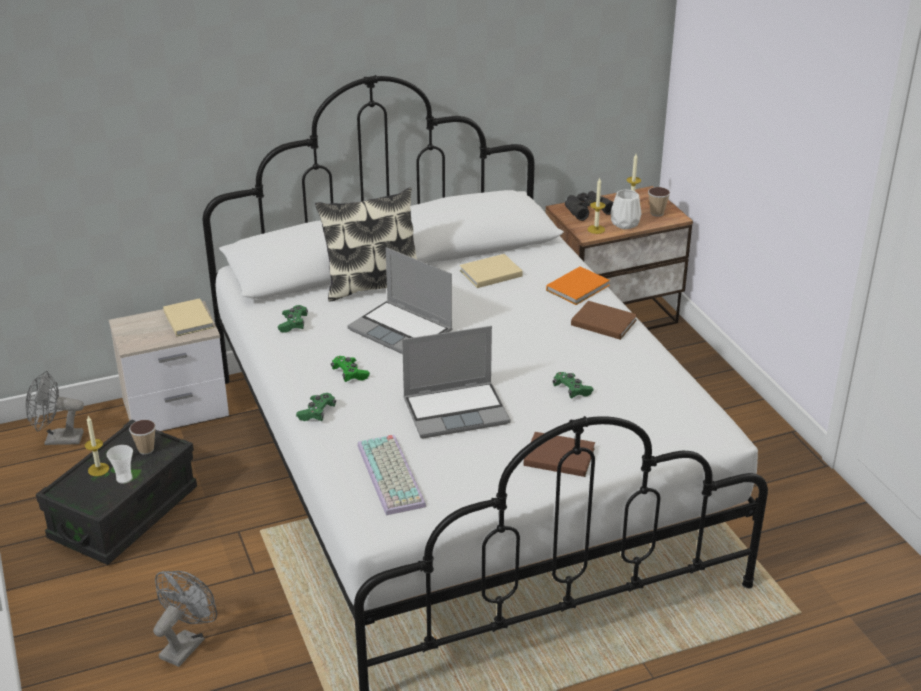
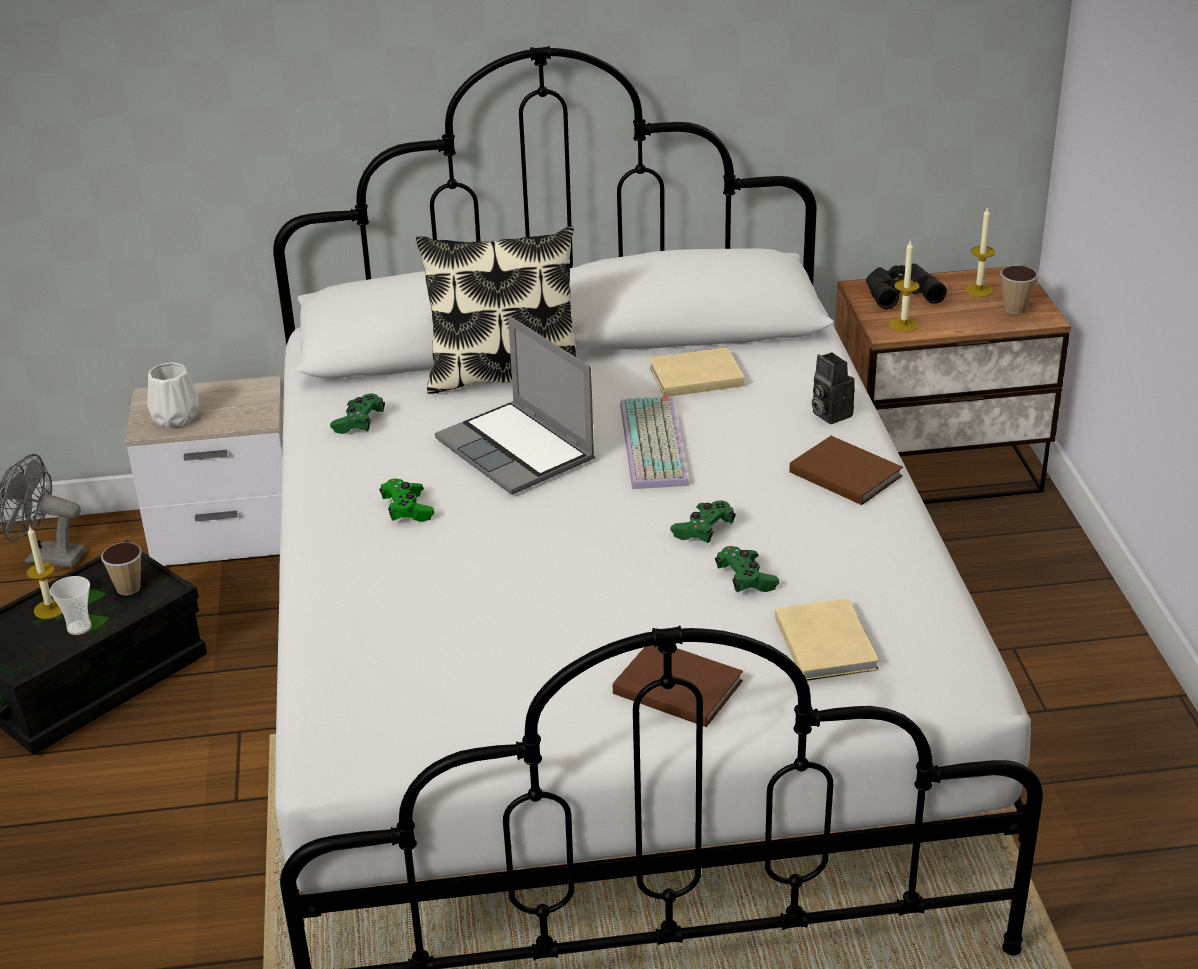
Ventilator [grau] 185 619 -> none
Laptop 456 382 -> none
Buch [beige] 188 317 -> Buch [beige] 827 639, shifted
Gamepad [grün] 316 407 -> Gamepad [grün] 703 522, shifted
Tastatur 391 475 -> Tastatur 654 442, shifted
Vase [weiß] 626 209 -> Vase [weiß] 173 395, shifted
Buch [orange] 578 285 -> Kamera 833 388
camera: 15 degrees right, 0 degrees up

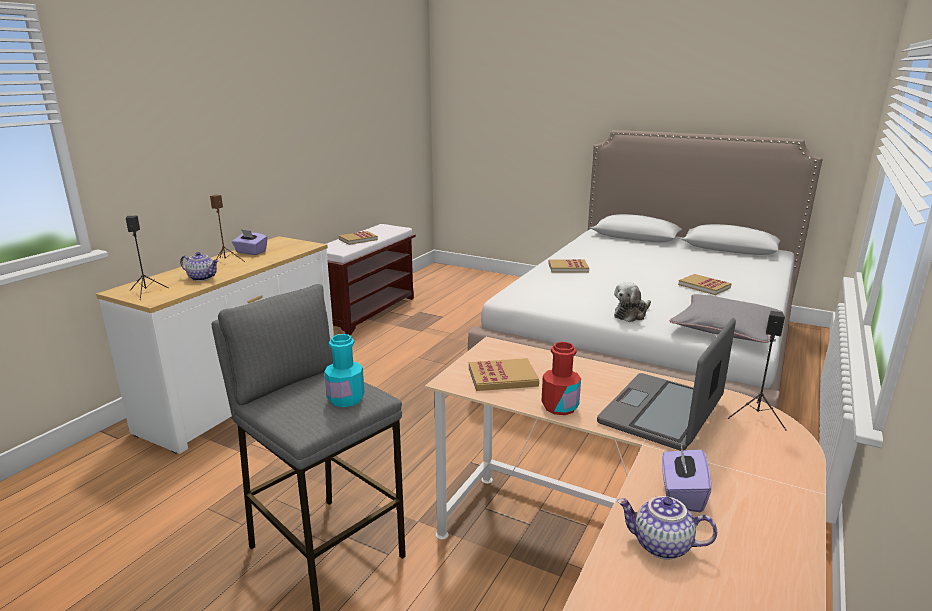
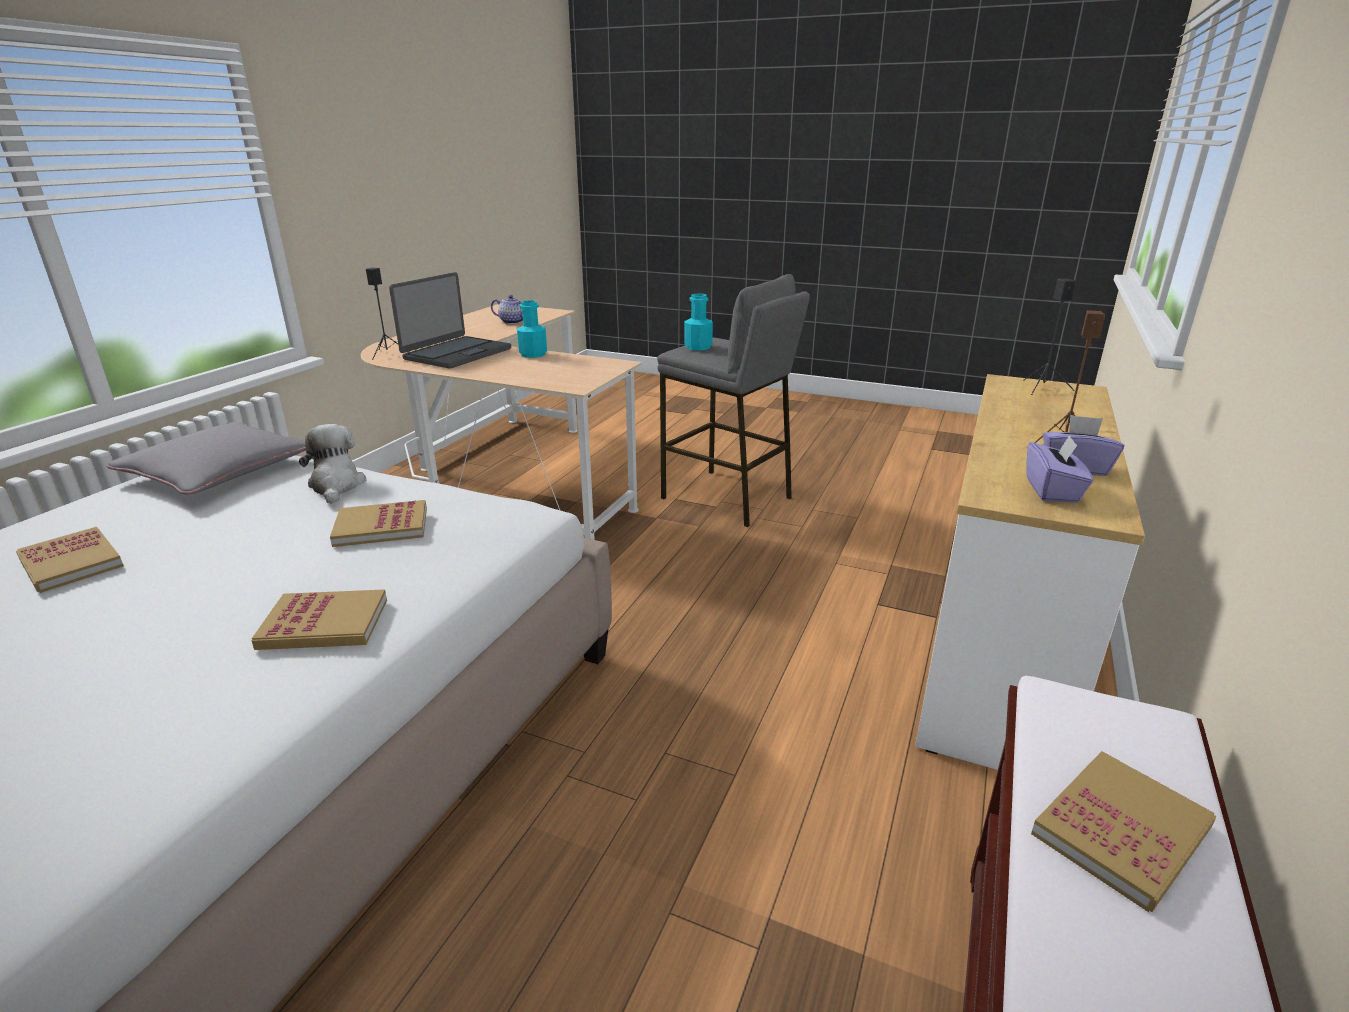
Teekanne 199 266 -> none
Buch 504 374 -> Buch 378 523, shifted
Taschentuchbox [lila] 686 478 -> Taschentuchbox [lila] 1059 469, shifted
Flasche [rot] 561 378 -> Flasche [türkis] 532 329
Plüschtier 632 302 -> Plüschtier 332 464, 60 degrees counterclockwise
camera: 175 degrees right, 5 degrees up

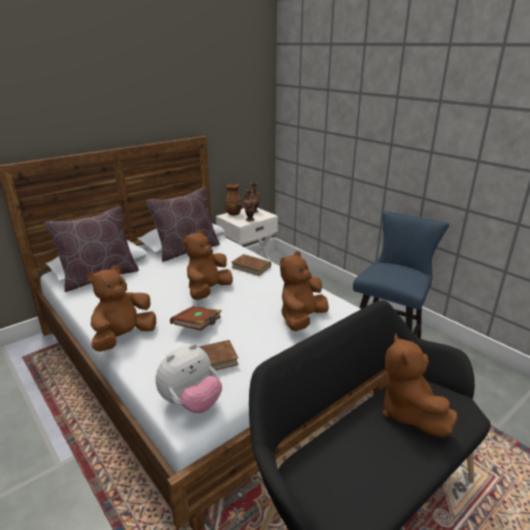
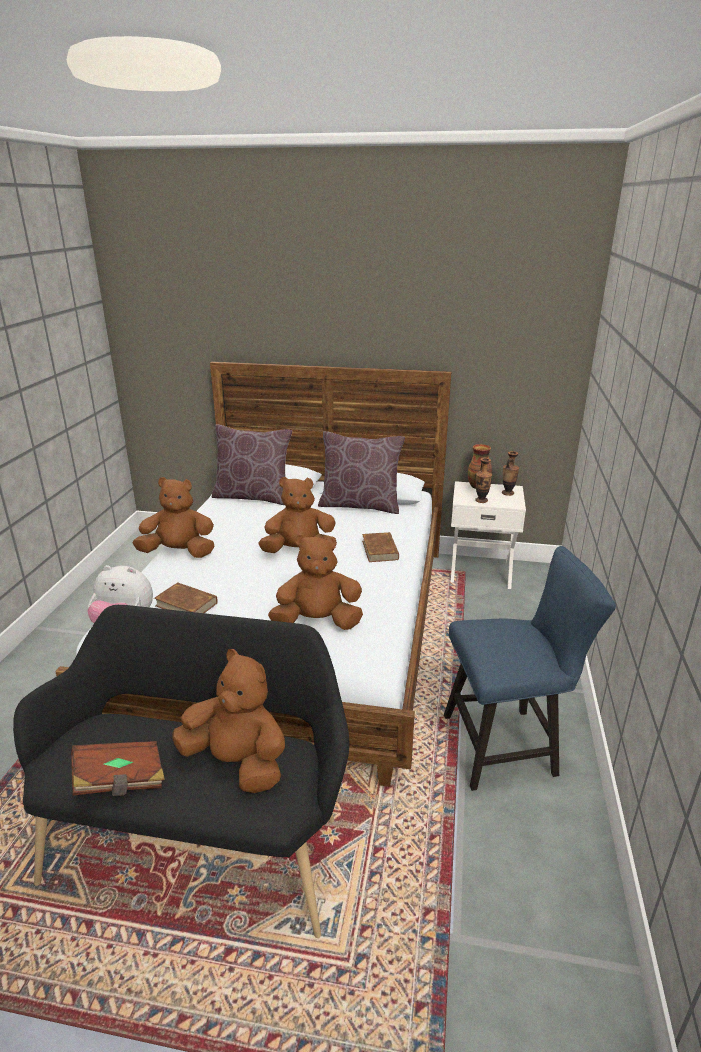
Buch [braun] 196 318 -> Buch [braun] 118 768, shifted
Plüschtier [braun] 420 386 -> Plüschtier [braun] 229 721, 75 degrees clockwise
camera: 50 degrees right, 0 degrees up

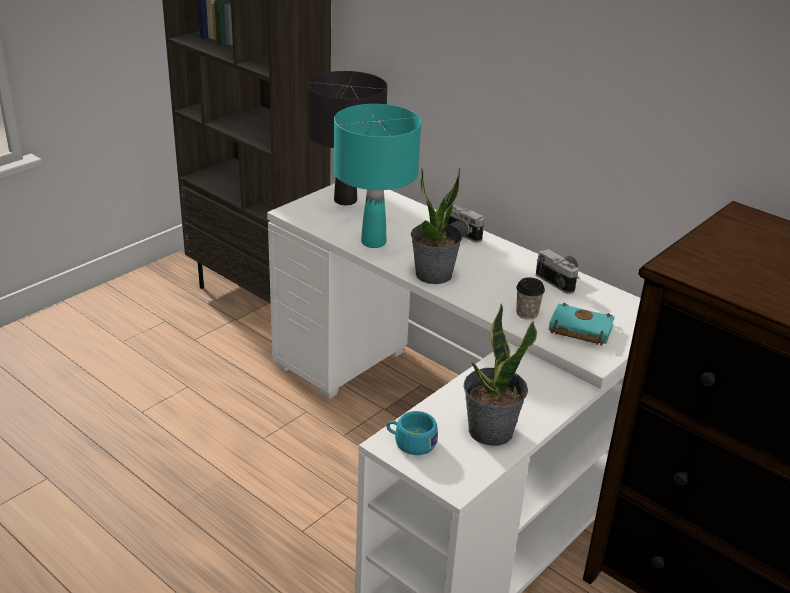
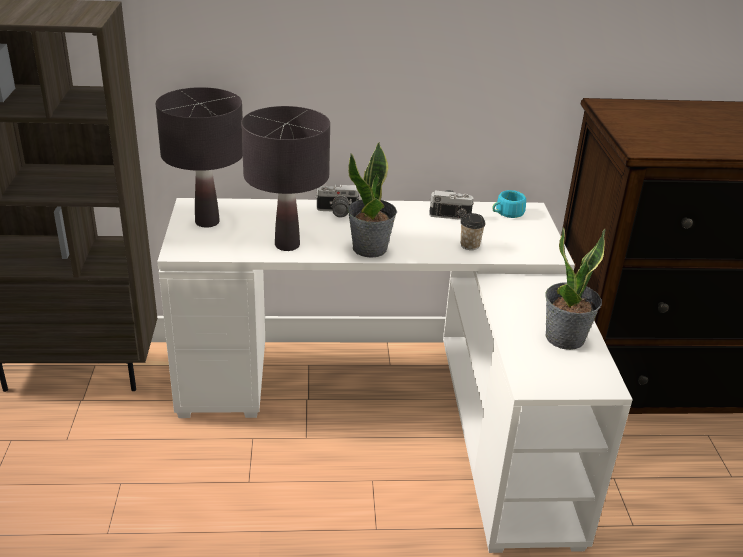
Buch [türkis] 582 324 -> none
Tasse [türkis] 412 433 -> Tasse [türkis] 509 204, shifted
Tischlampe [türkis] 377 176 -> Tischlampe [schwarz] 285 178
camera: 45 degrees left, 0 degrees up

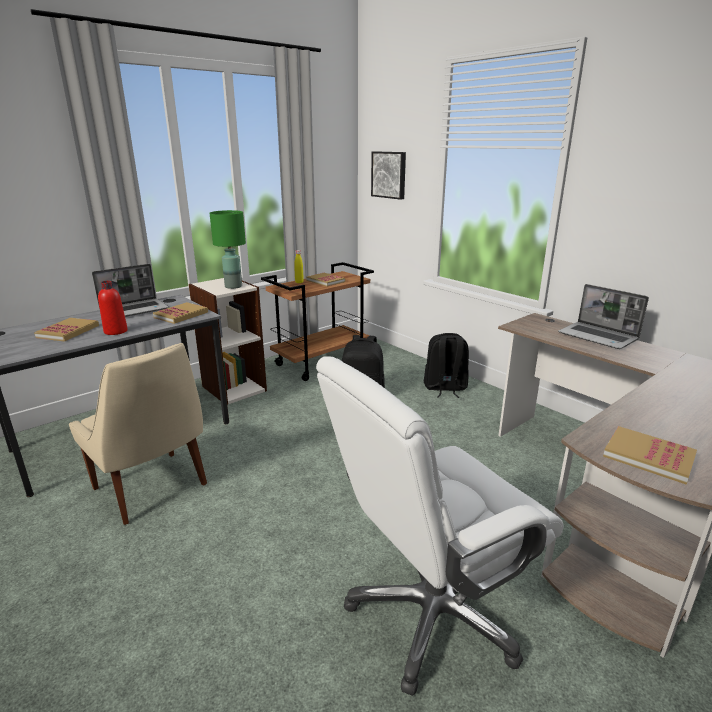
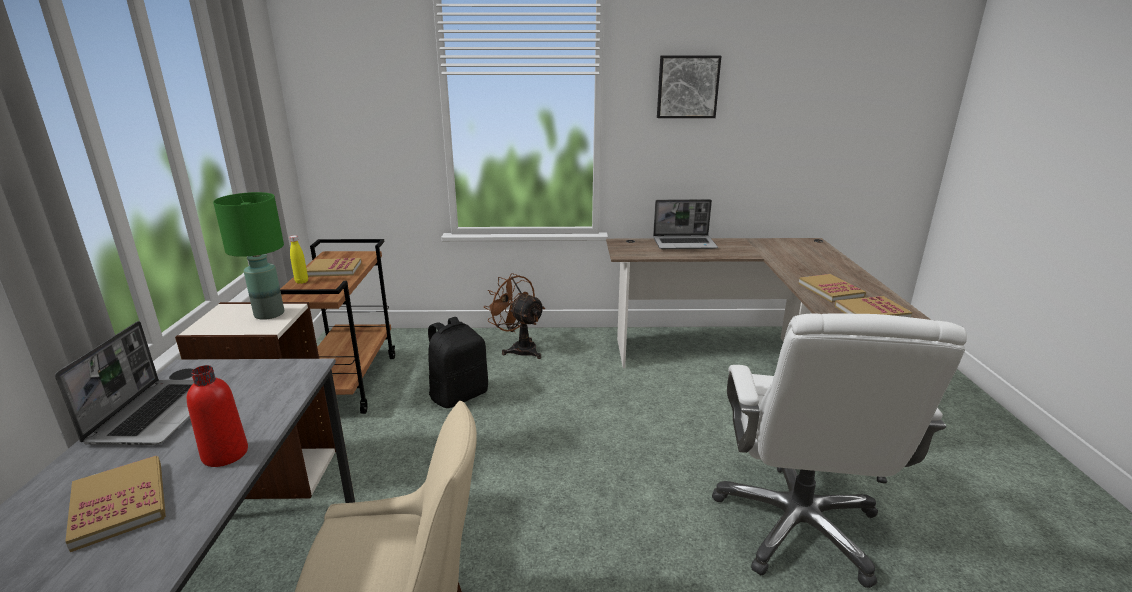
Buch 180 313 -> Buch 832 288, shifted
Bild 388 175 -> Bild 689 87, shifted
Rucksack [schwarz] 446 365 -> Ventilator [braun] 514 316
camera: 50 degrees left, 0 degrees up

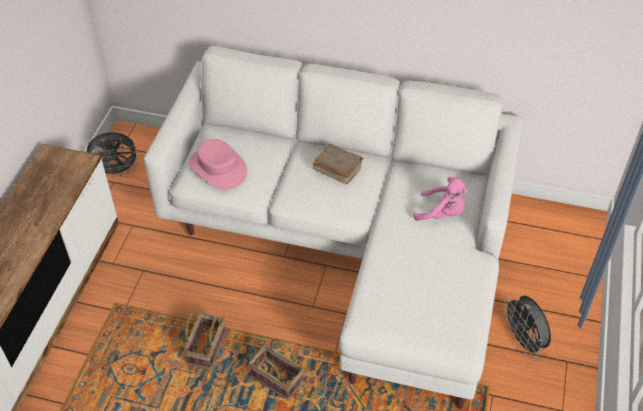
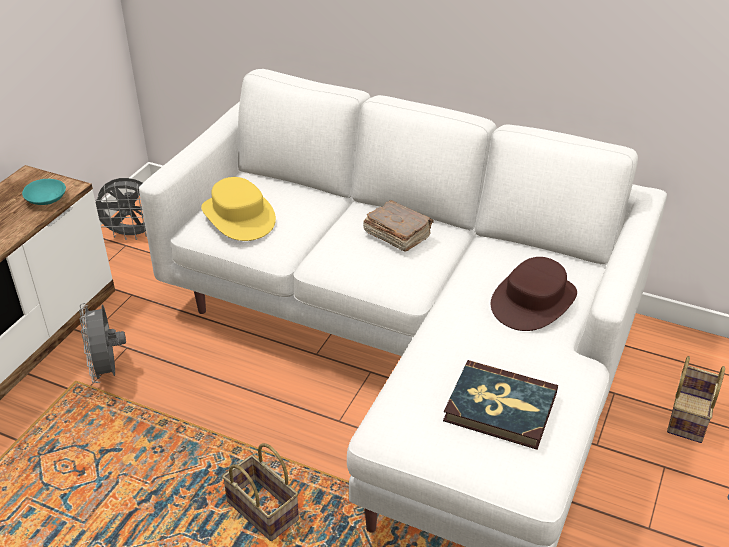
none -> Schüssel [türkis] 44 192
none -> Buch 500 405
Korb 205 340 -> Korb 696 399, shifted
Ventilator [grau] 527 326 -> Ventilator [grau] 102 343, shifted
Plüschtier [rosa] 440 198 -> Hut [braun] 534 294
Hut [rosa] 218 164 -> Hut [gelb] 238 209
camera: 10 degrees right, 10 degrees down

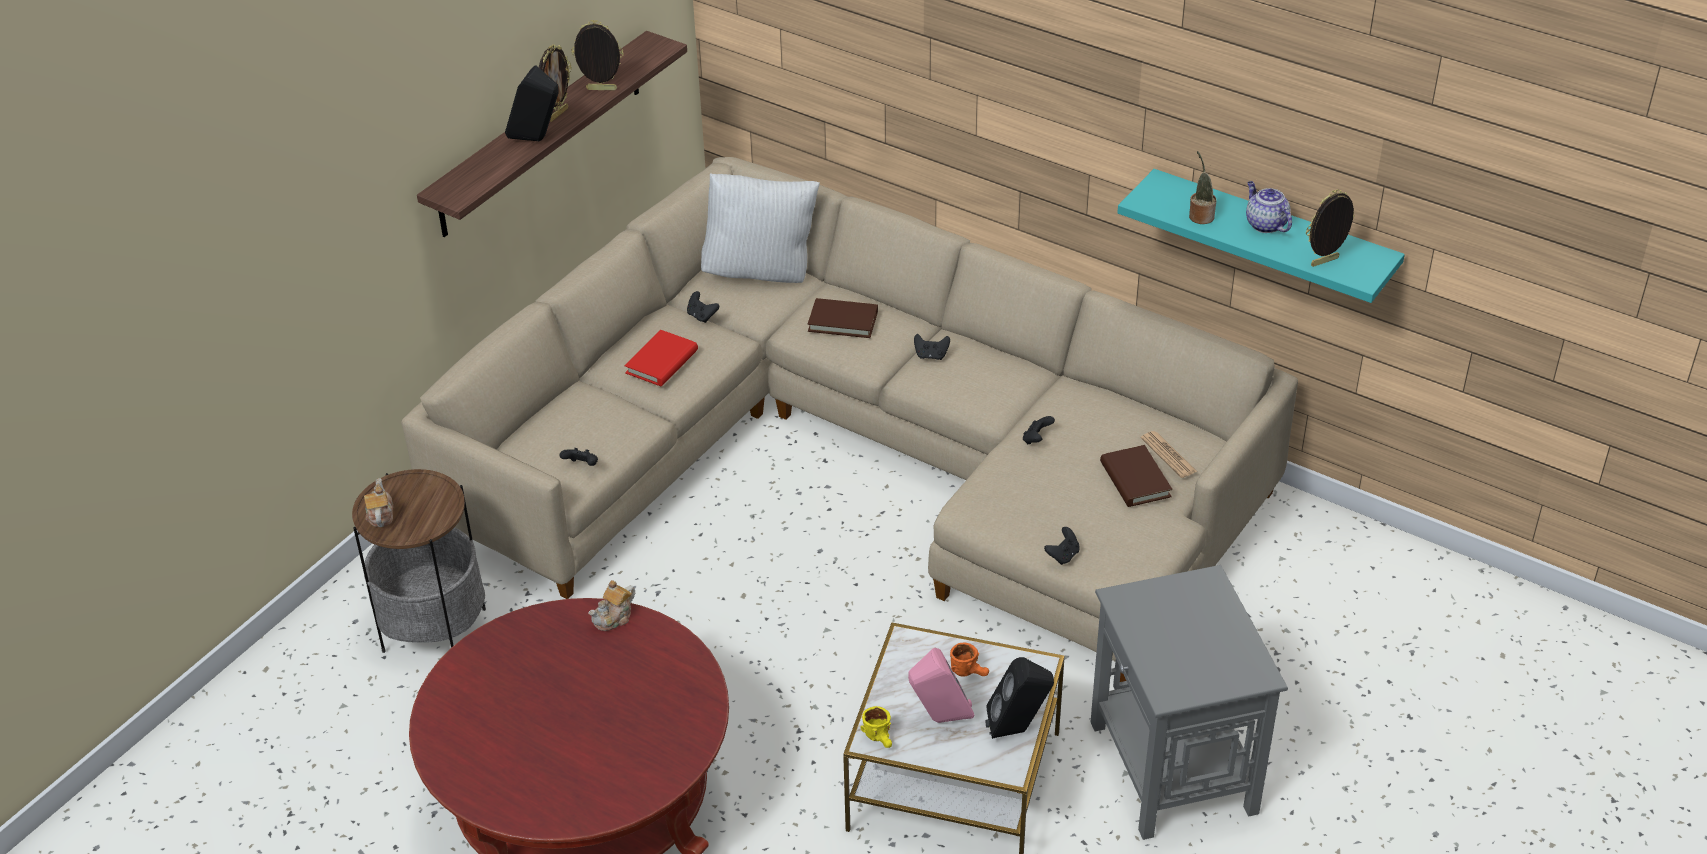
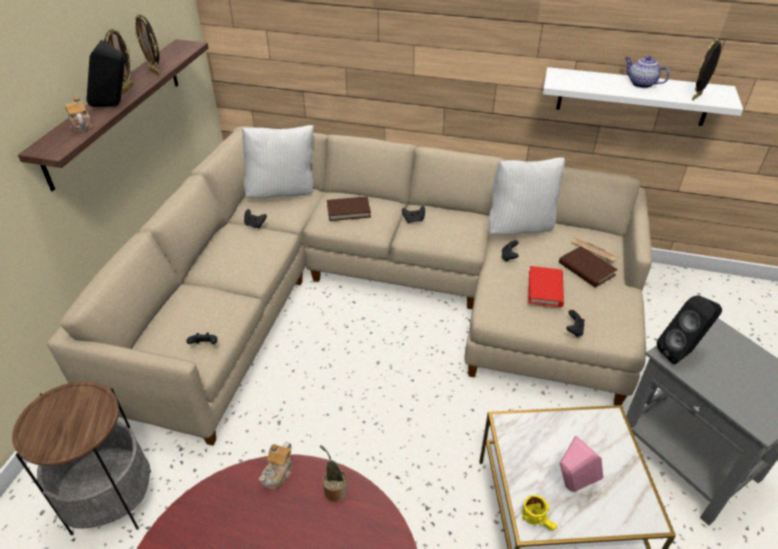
Henkelbecher [orange] 969 660 -> none
none -> Kissen [weiß] 526 196
Teekanne 378 502 -> Teekanne 78 114, shifted
Buch [rot] 661 358 -> Buch [rot] 546 286, shifted
Lautsprecher [schwarz] 1019 698 -> Lautsprecher [schwarz] 689 329, shifted
Topfpflanze 1202 187 -> Topfpflanze 334 473, shifted
Wandregal [türkis] 1261 236 -> Wandregal [weiß] 643 96
Bilderrahmen 598 55 -> Bilderrahmen 147 44, 120 degrees counterclockwise
camera: 20 degrees left, 0 degrees up

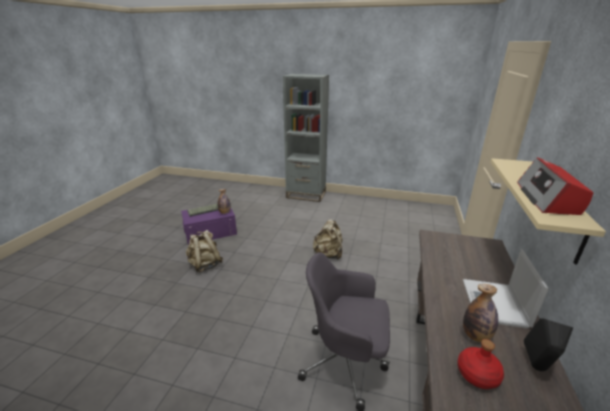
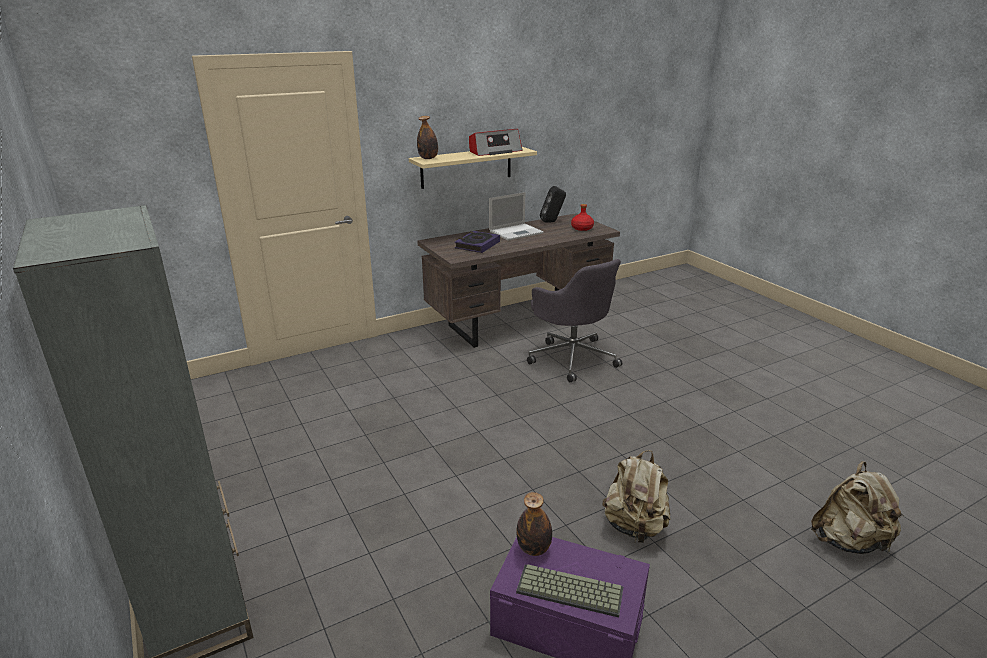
none -> Buch 477 242
Rucksack [beige] 327 239 -> Rucksack [beige] 857 507, shifted
Flasche 480 313 -> Flasche 427 137, shifted
camera: 135 degrees left, 0 degrees up

